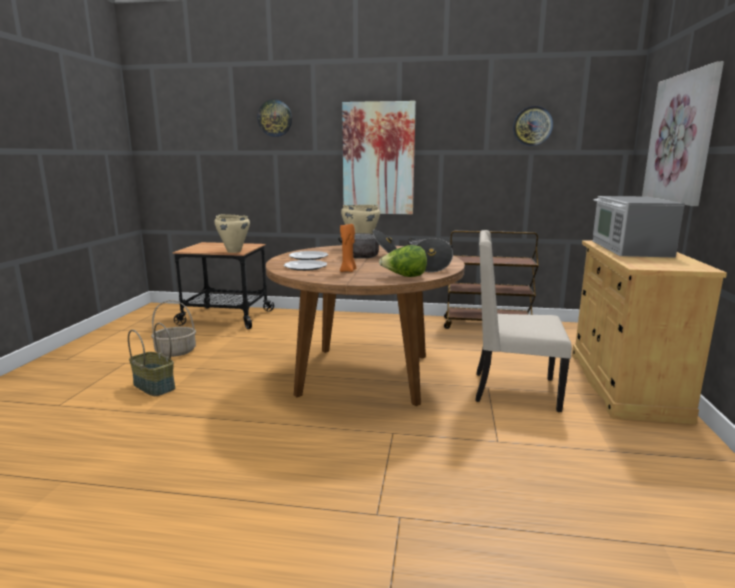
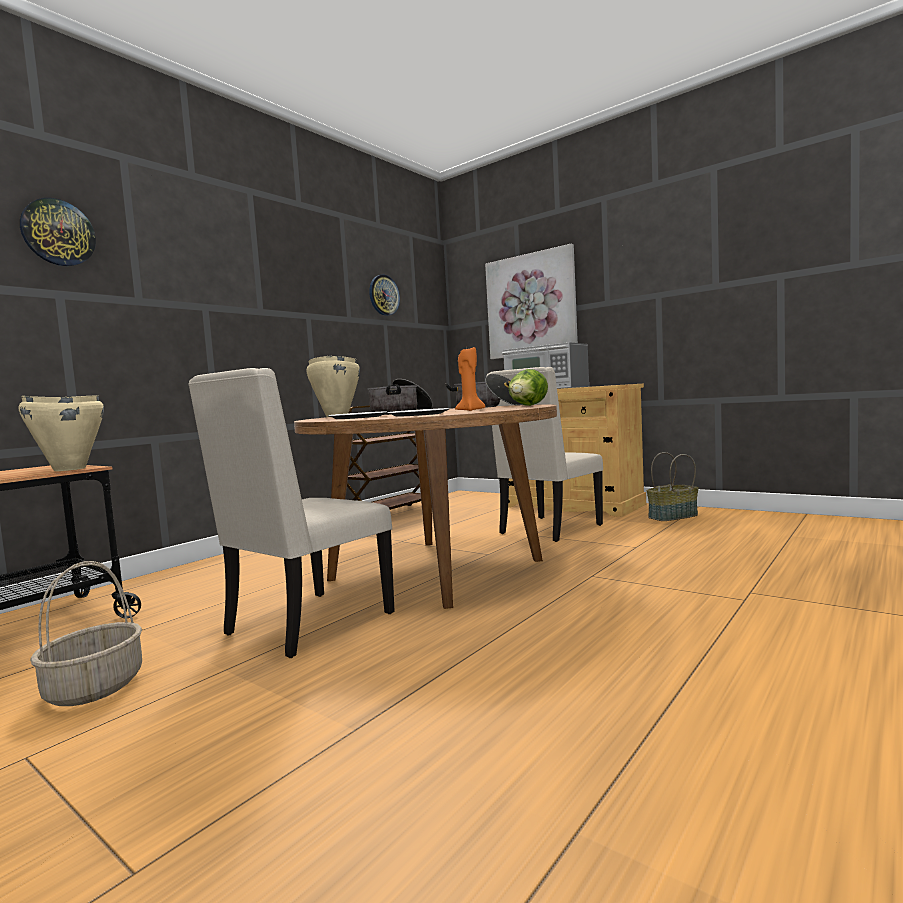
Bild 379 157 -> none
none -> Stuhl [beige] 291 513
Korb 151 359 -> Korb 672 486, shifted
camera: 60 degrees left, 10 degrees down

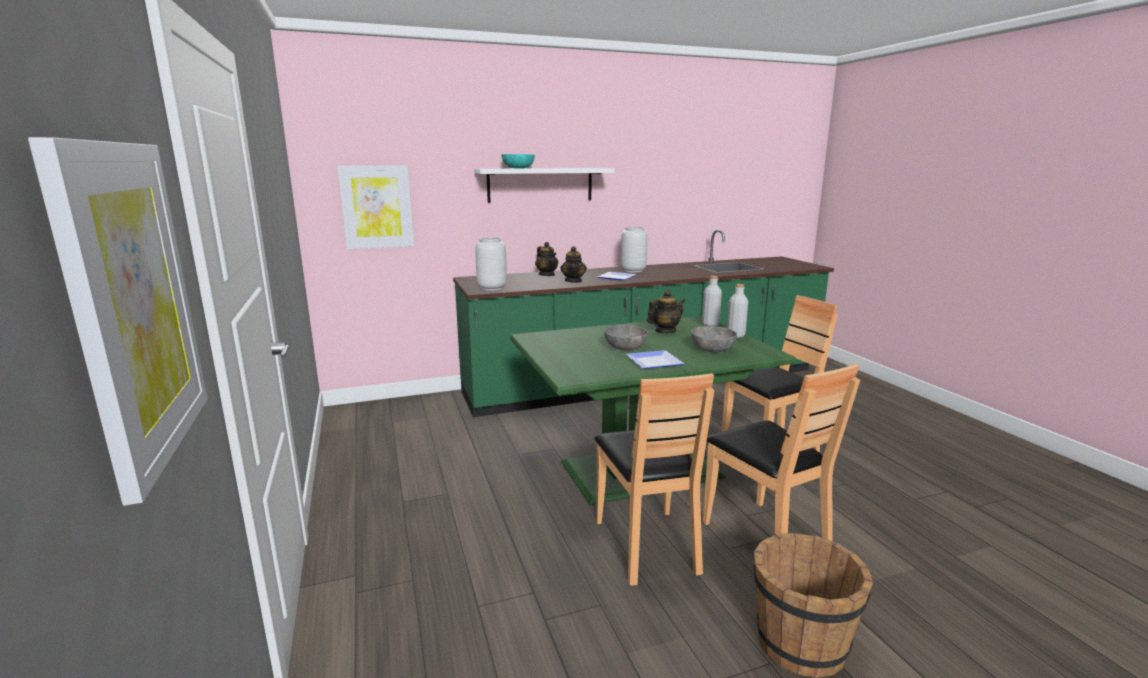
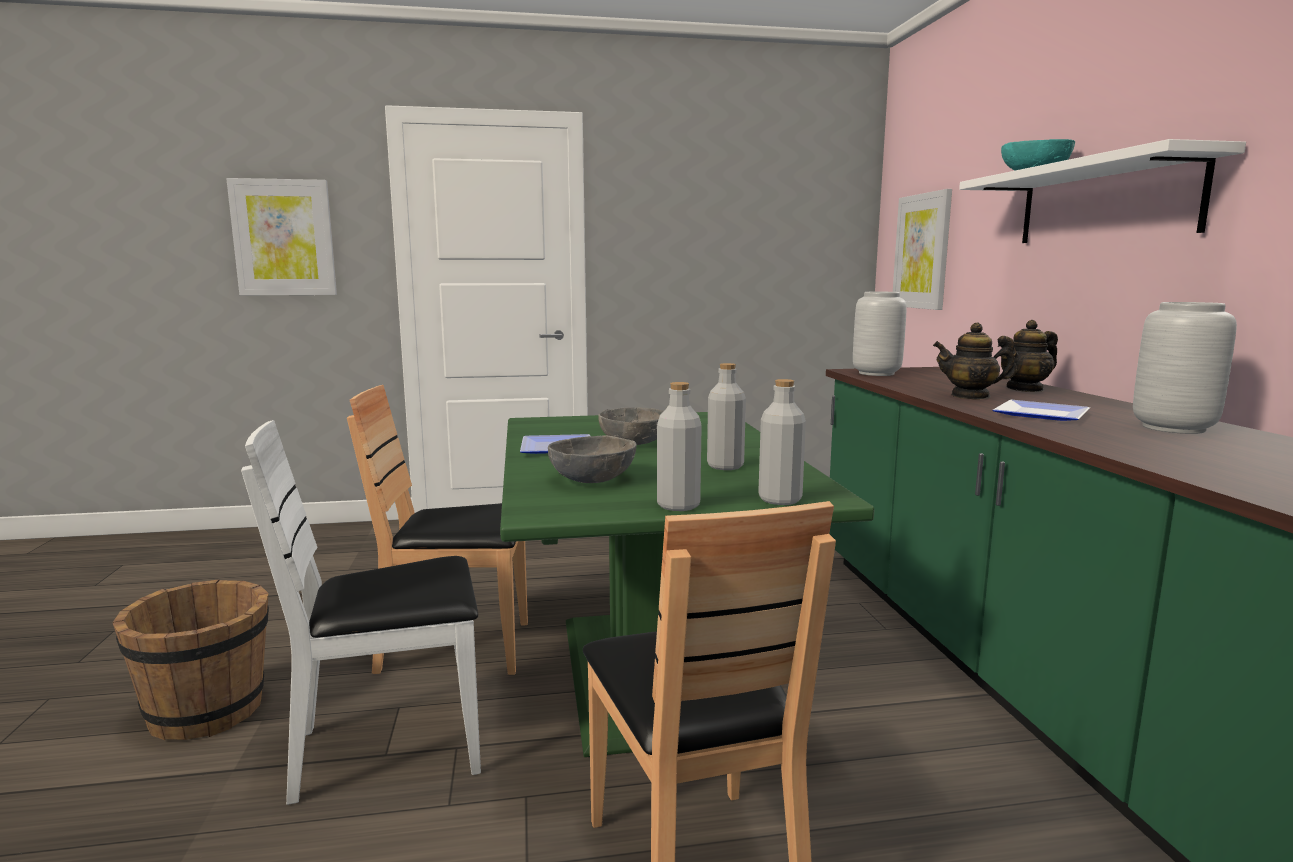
Teekanne 666 311 -> Flasche [grau] 726 416
Stuhl [braun] 781 452 -> Stuhl [weiß] 361 612
camera: 100 degrees right, 5 degrees down

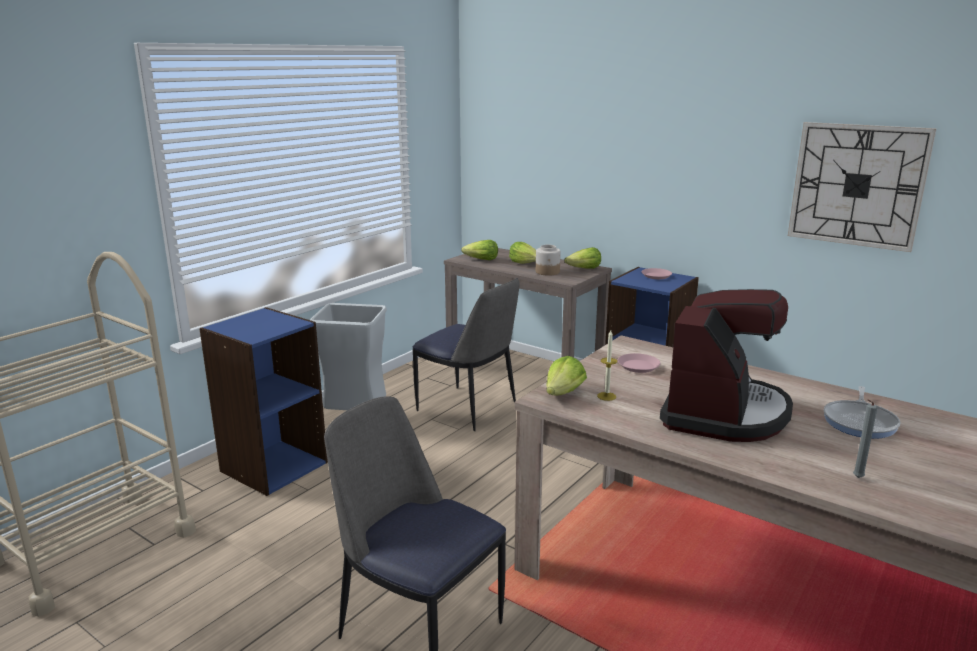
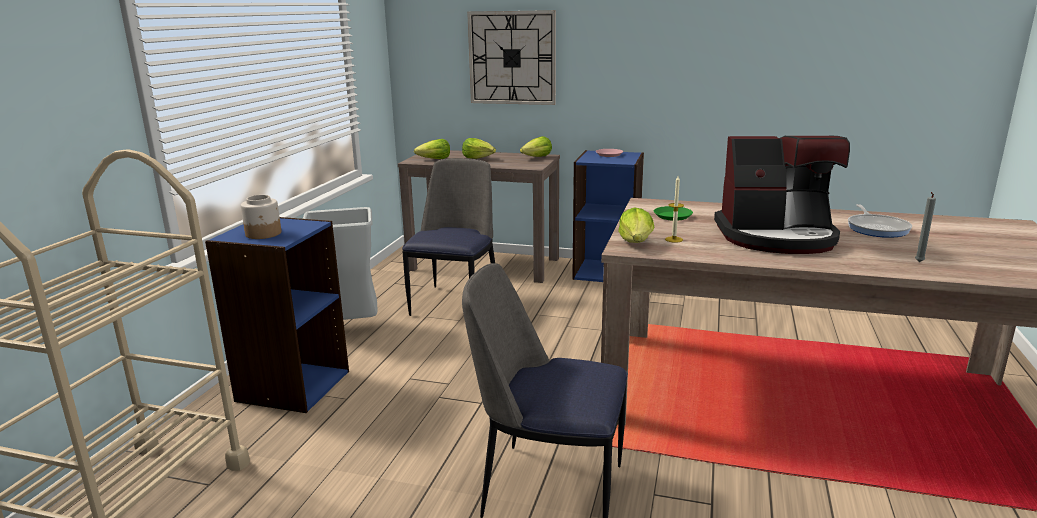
Vorratsglas 548 260 -> Vorratsglas 261 217, shifted
Wanduhr 862 187 -> Wanduhr 511 57, shifted
Teller [rosa] 639 363 -> Teller [grün] 673 213
Stuhl 466 354 -> Stuhl 448 237, 90 degrees counterclockwise
Kaffeemaschine 726 365 -> Kaffeemaschine 782 194, 90 degrees clockwise
camera: 20 degrees left, 0 degrees up

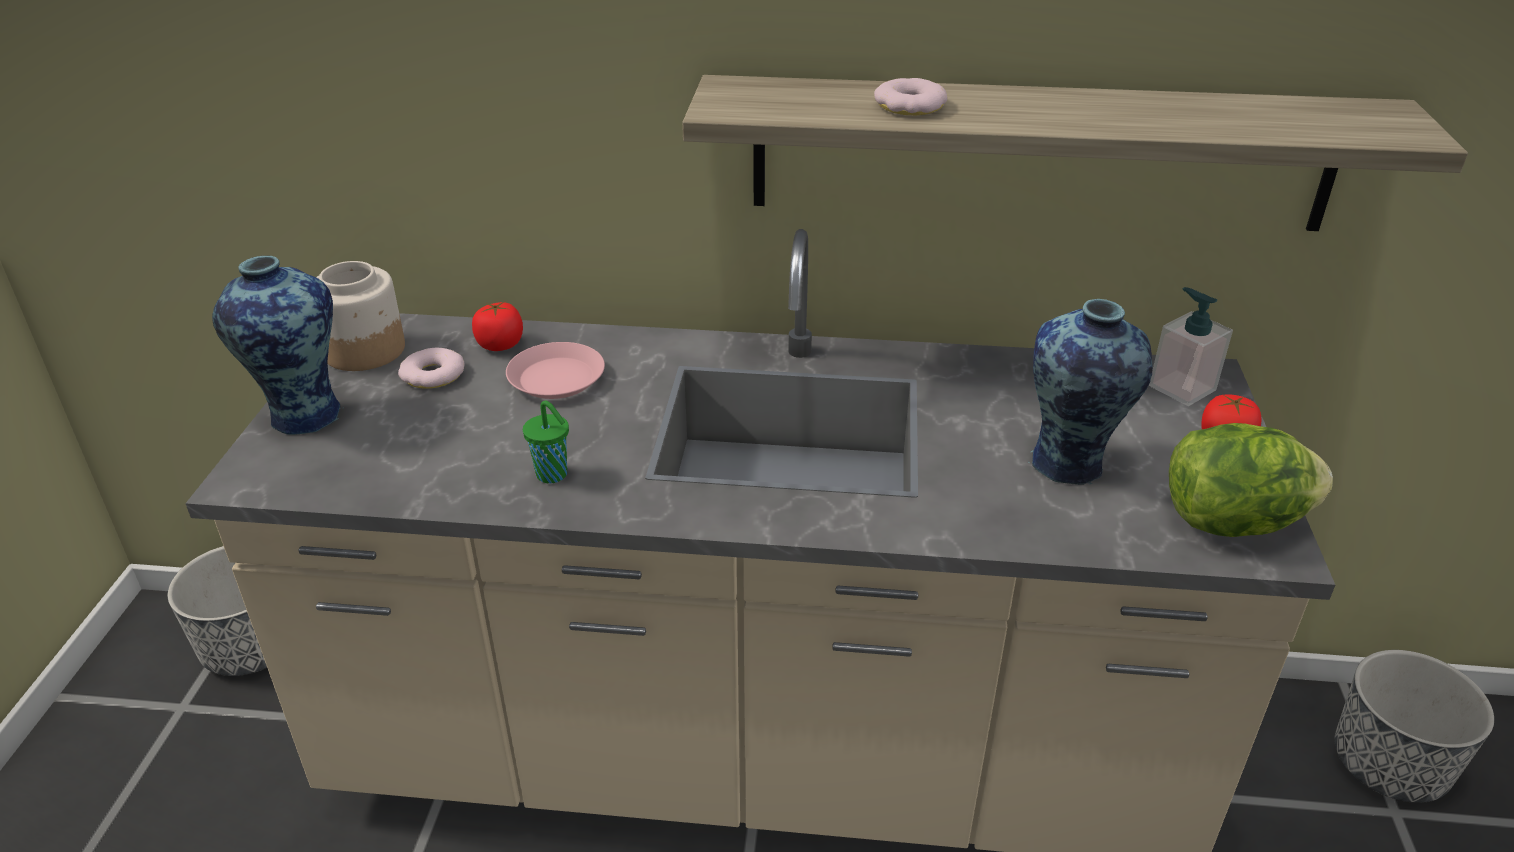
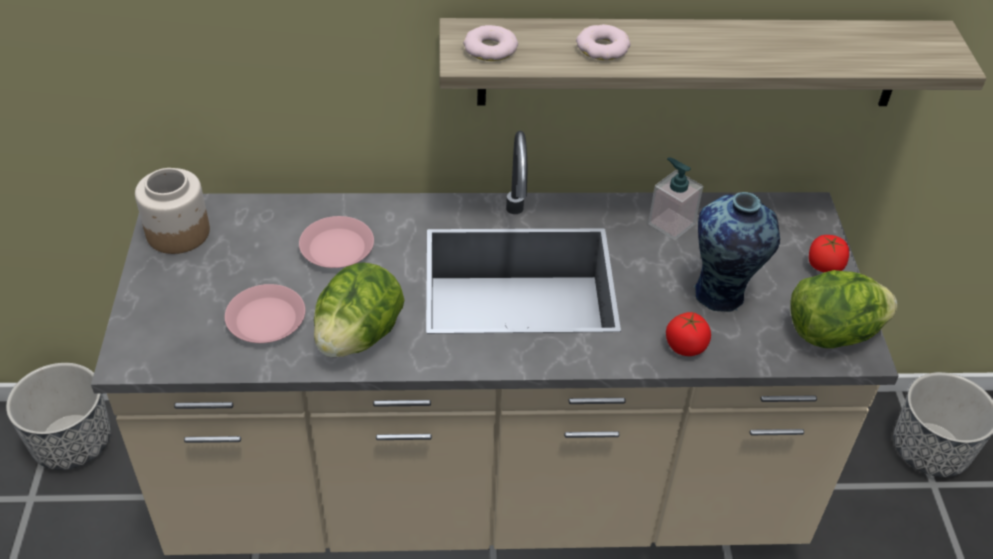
Vase 278 345 -> none
none -> Teller [rosa] 265 313
Donut 431 368 -> Donut 490 43, shifted
Tomate 497 326 -> Tomate 688 334, shifted
Seifenspender 1191 346 -> Seifenspender 675 198, shifted
Tasse [grün] 546 442 -> Salatkopf 359 310
camera: 10 degrees left, 10 degrees up

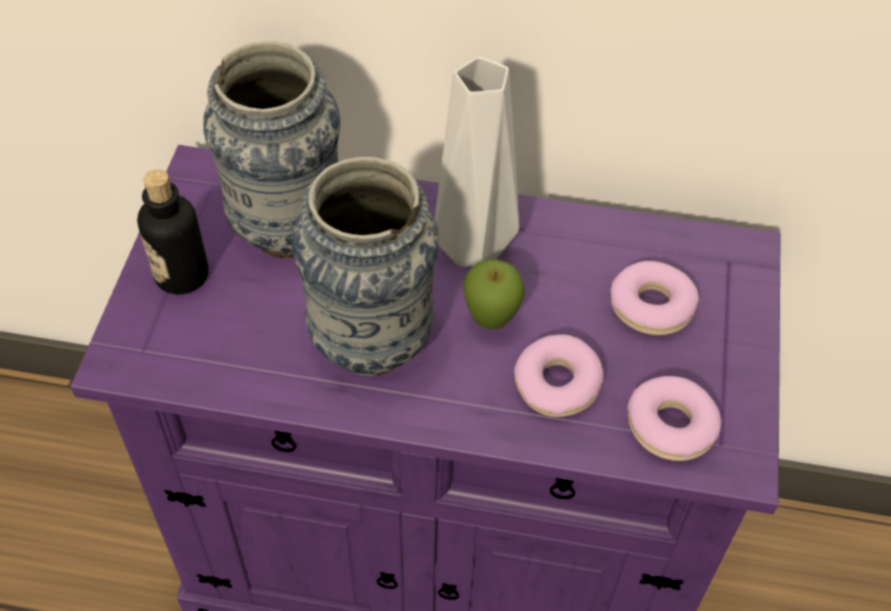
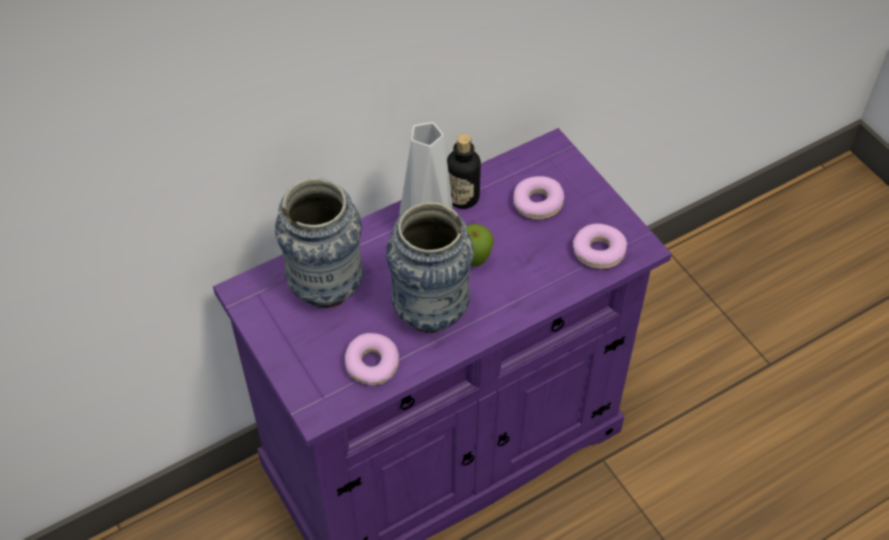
Flasche 173 232 -> Flasche 464 171, shifted
Donut 558 376 -> Donut 372 359, shifted
camera: 40 degrees left, 0 degrees up

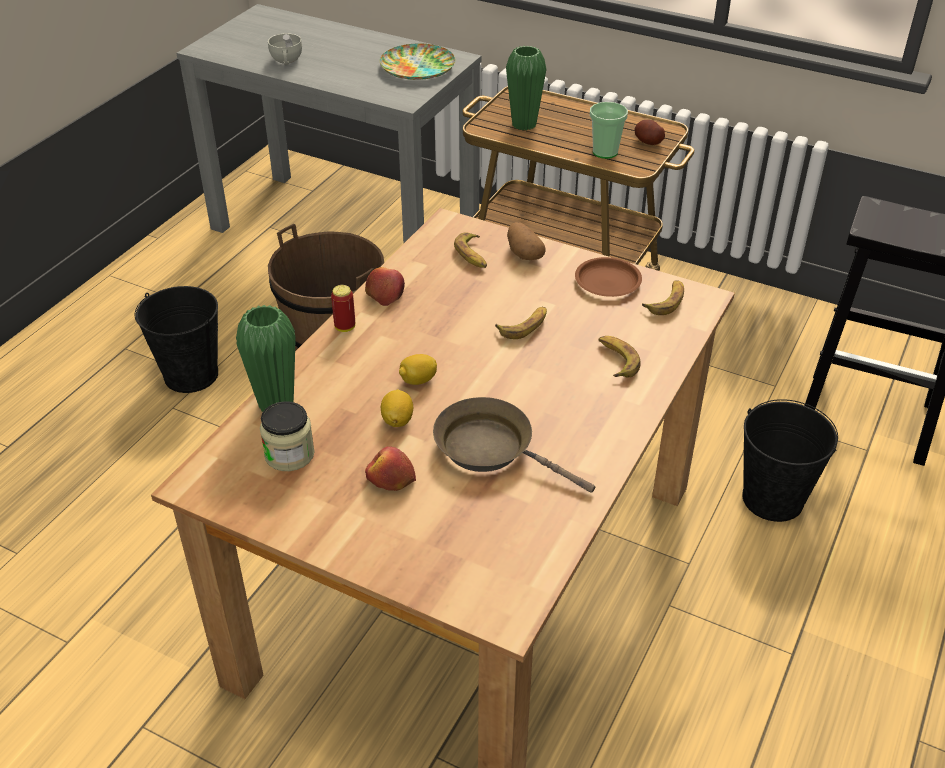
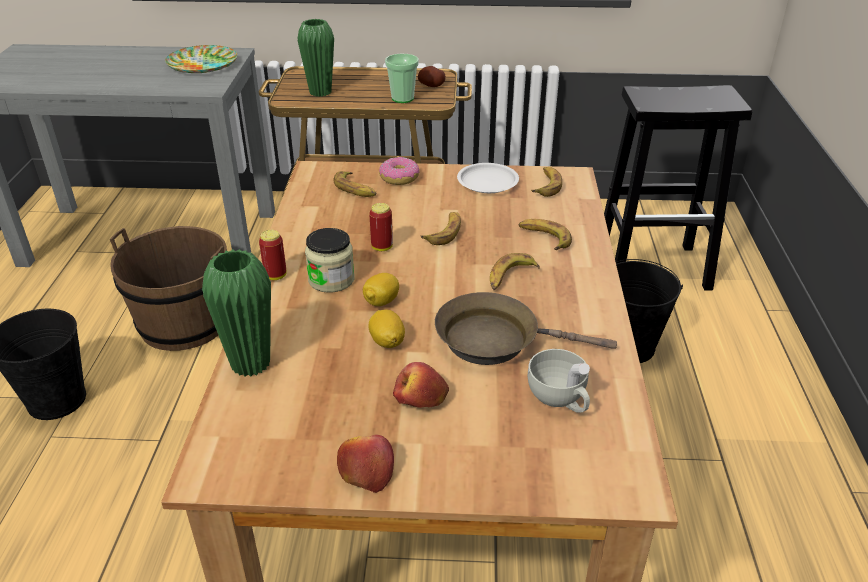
none -> Dose 381 227
none -> Banane 515 271
Vorratsglas 287 436 -> Vorratsglas 330 260, shifted
Tasse [weiß] 285 49 -> Tasse [weiß] 559 381, shifted
Apfel 385 286 -> Apfel 365 463, shifted
Kartoffel 526 241 -> Donut 399 171
Teller [braun] 608 277 -> Teller [weiß] 488 178
camera: 25 degrees left, 5 degrees down

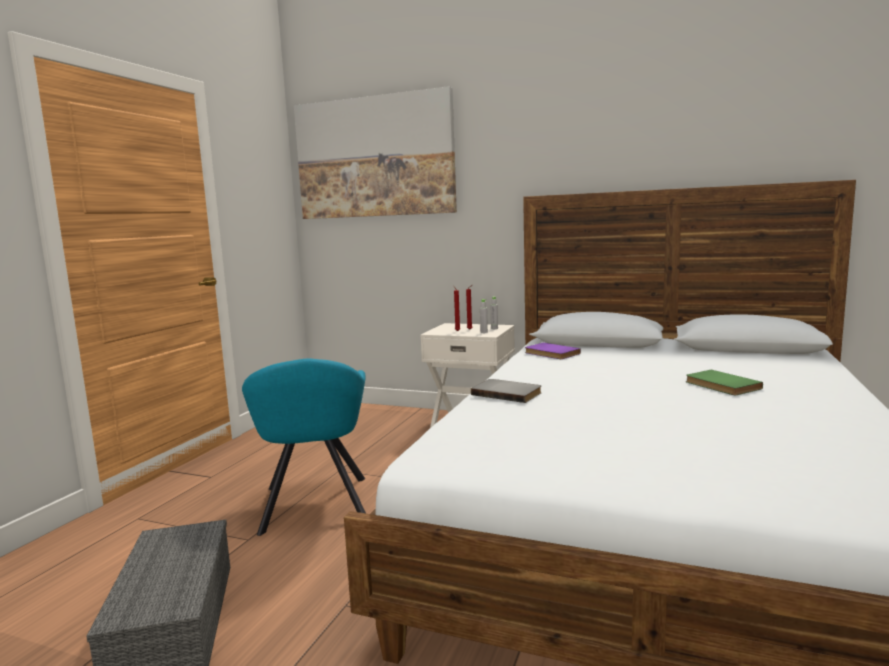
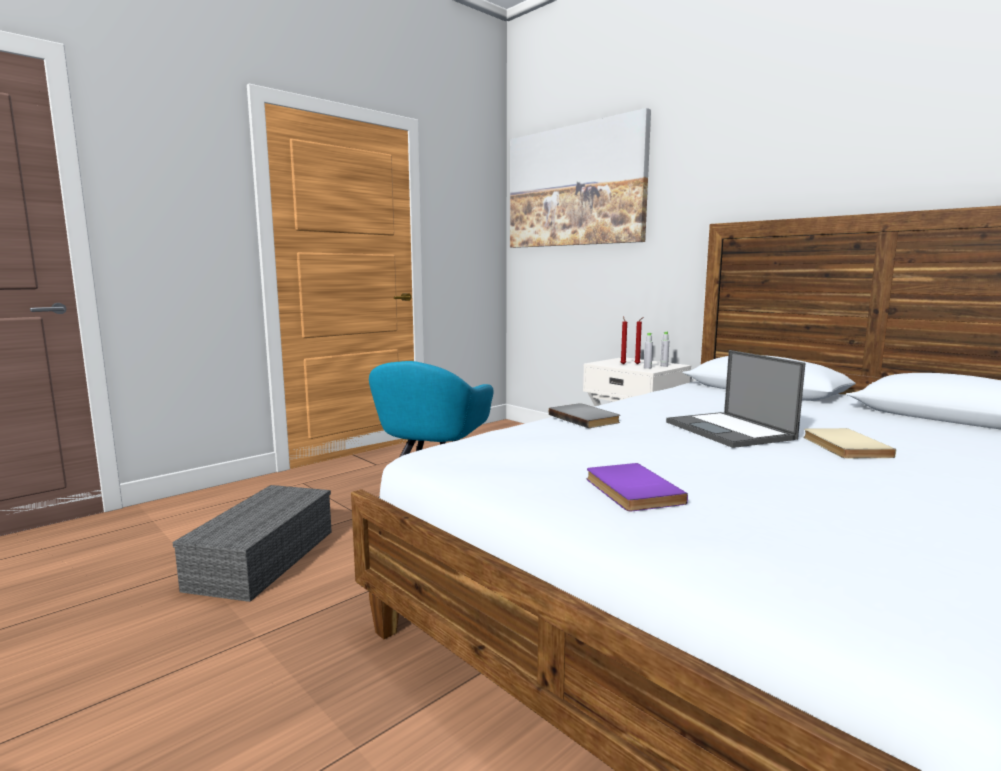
none -> Laptop 735 399
Buch [lila] 553 351 -> Buch [lila] 637 487, shifted
Buch [grün] 724 382 -> Buch [beige] 849 443
camera: 25 degrees right, 0 degrees up

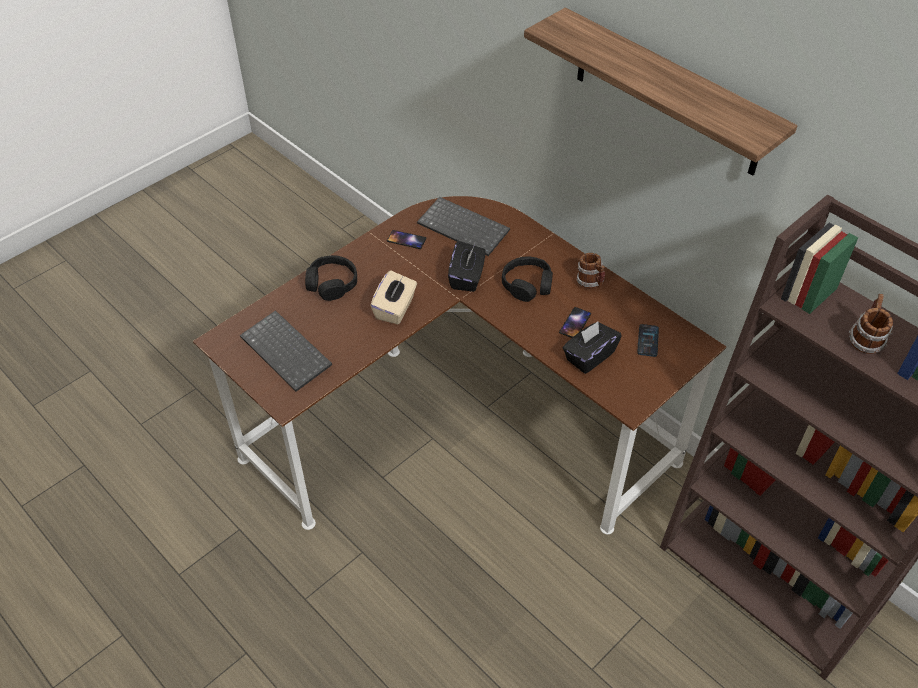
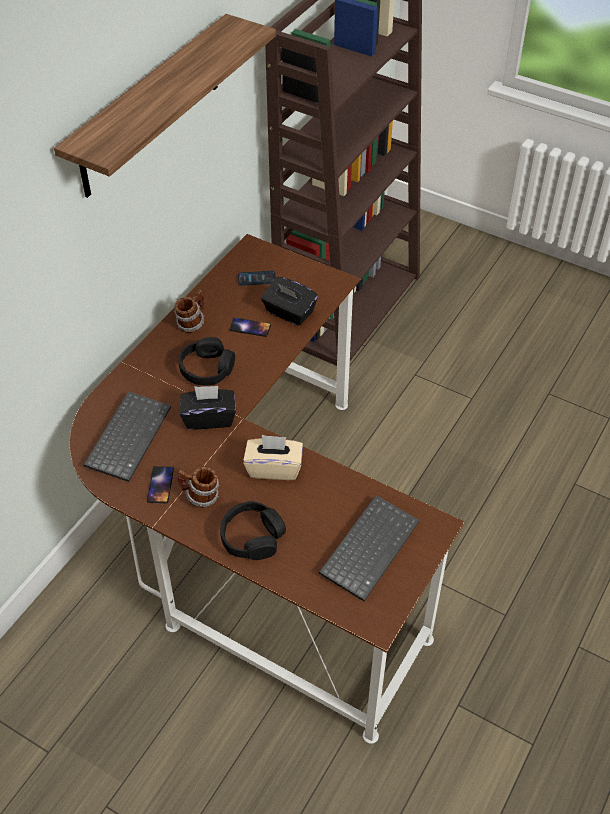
Henkelbecher 871 324 -> Henkelbecher 198 487, shifted
camera: 105 degrees left, 0 degrees up

